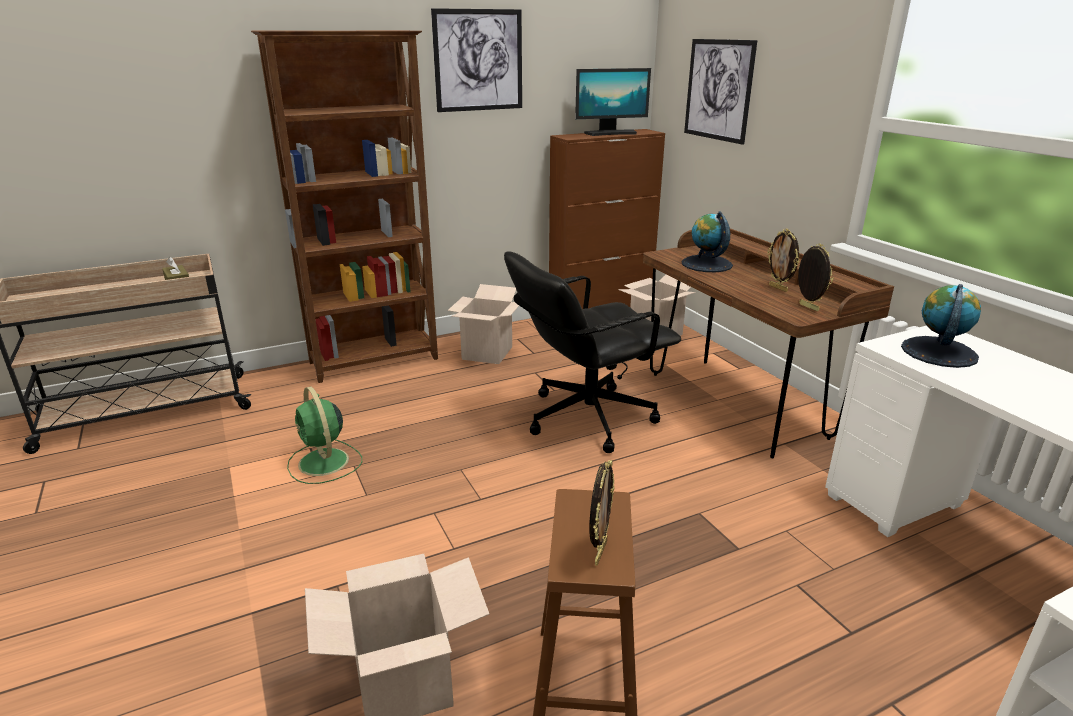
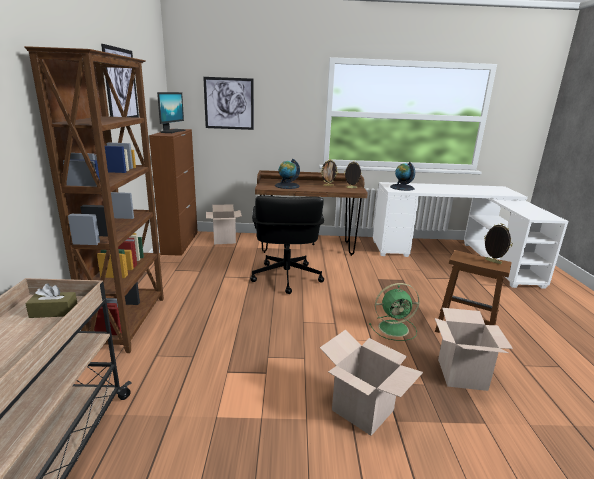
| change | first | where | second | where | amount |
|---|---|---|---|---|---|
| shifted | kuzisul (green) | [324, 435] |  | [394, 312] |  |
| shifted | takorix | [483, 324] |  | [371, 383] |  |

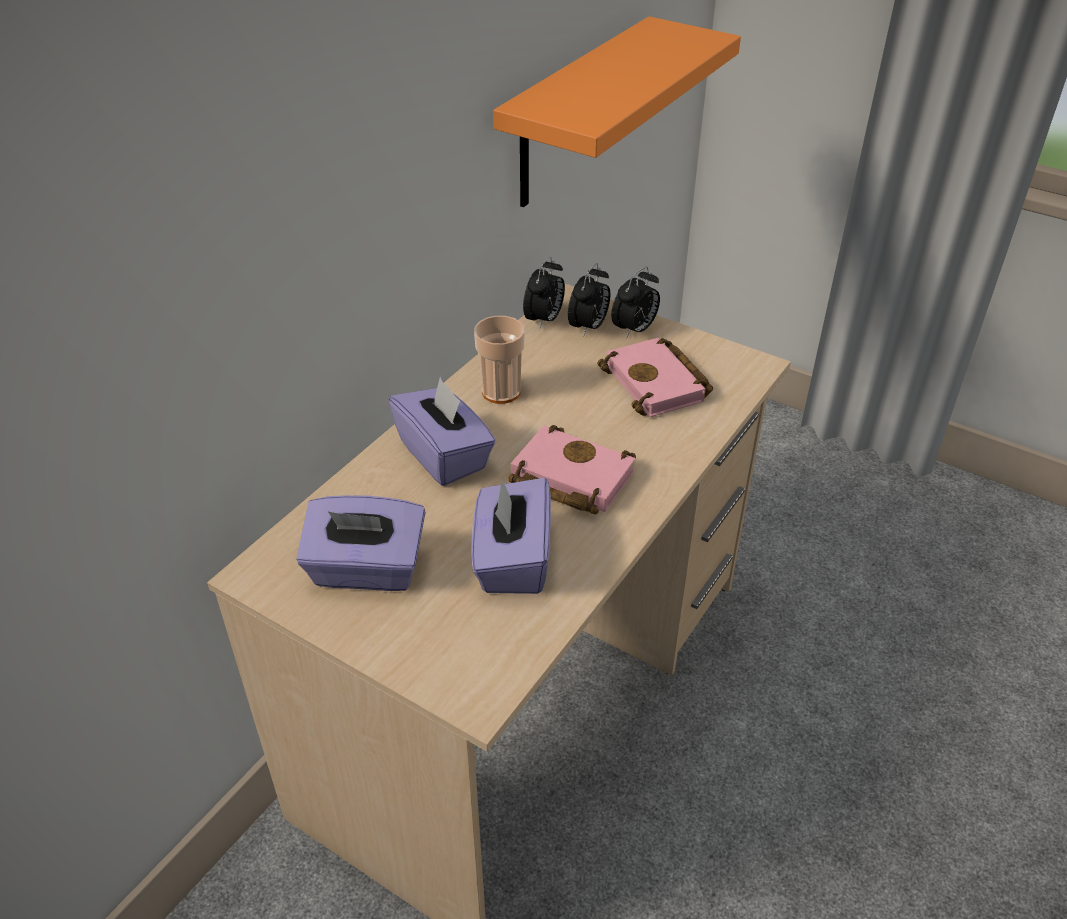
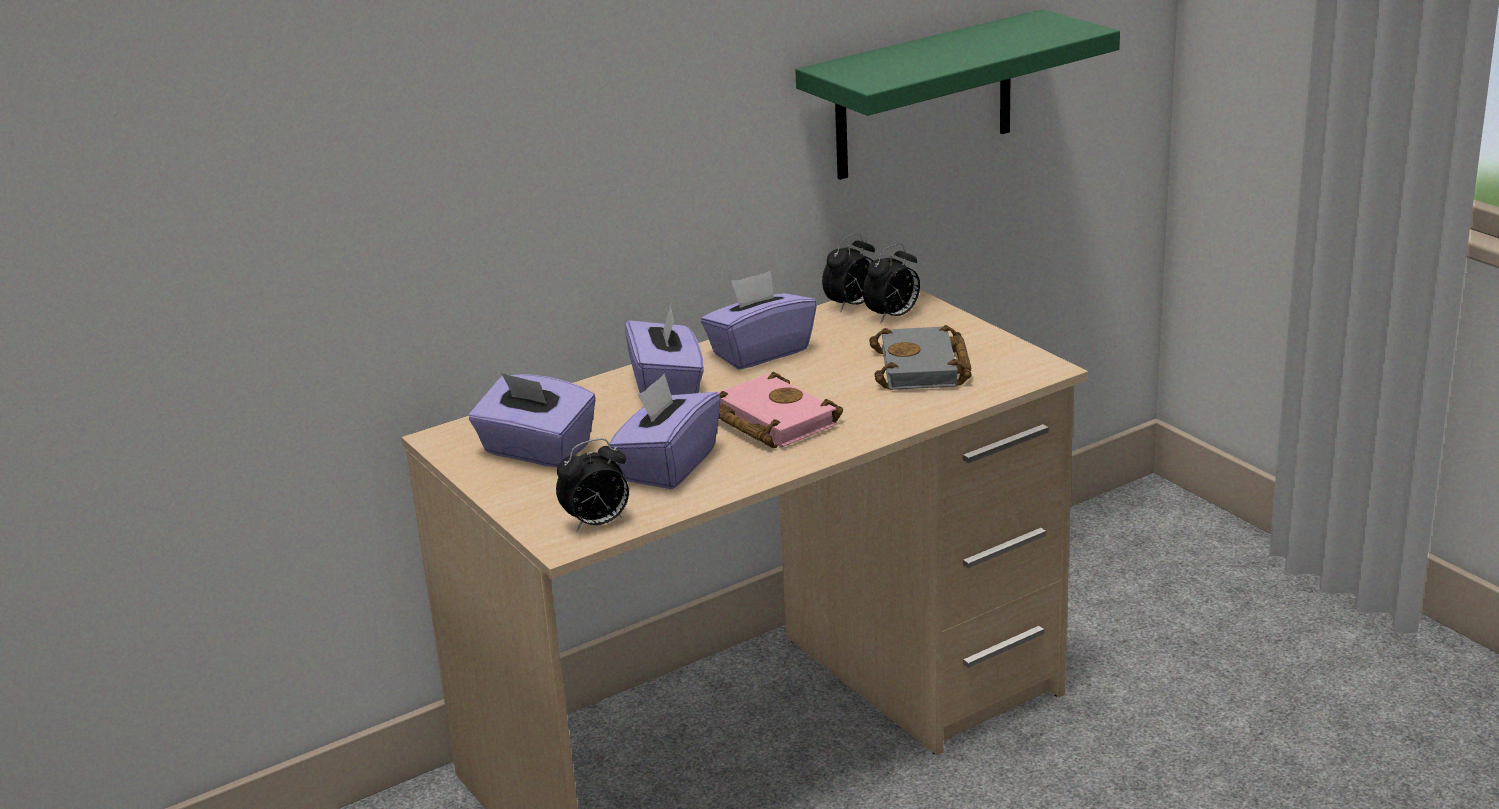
| change | first | where | second | where | amount |
|---|---|---|---|---|---|
| shifted | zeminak | [635, 303] |  | [592, 484] |  |
| swapped | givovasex | [499, 360] | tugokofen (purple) | [759, 320] |  |
| repainted | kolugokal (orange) | [617, 111] | kolugokal (green) | [957, 94] |  |
| repainted | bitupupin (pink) | [655, 377] | bitupupin (grey) | [920, 357] |  |

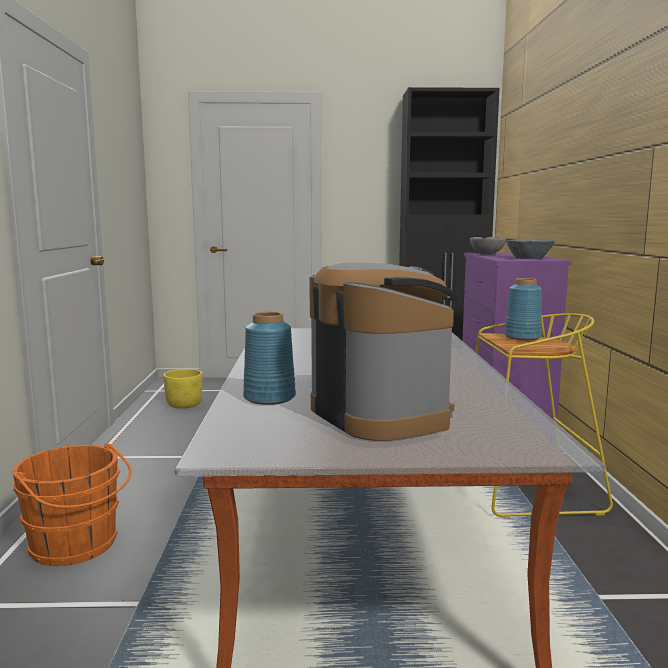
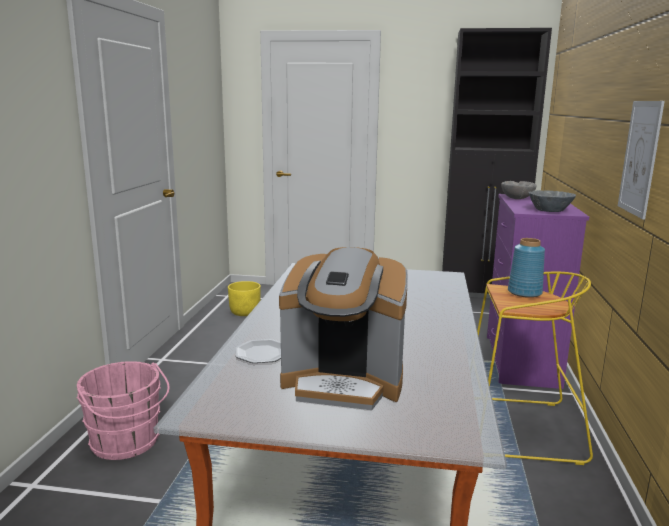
| change | first | where | second | where | amount |
|---|---|---|---|---|---|
| new |  |  | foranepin | [641, 160] |  |
| swapped | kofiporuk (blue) | [269, 358] | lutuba | [258, 351] |  |
| repainted | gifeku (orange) | [72, 504] | gifeku (pink) | [123, 410] |  |
| rotated | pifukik | [384, 352] |  | [343, 328] | 120 degrees clockwise |

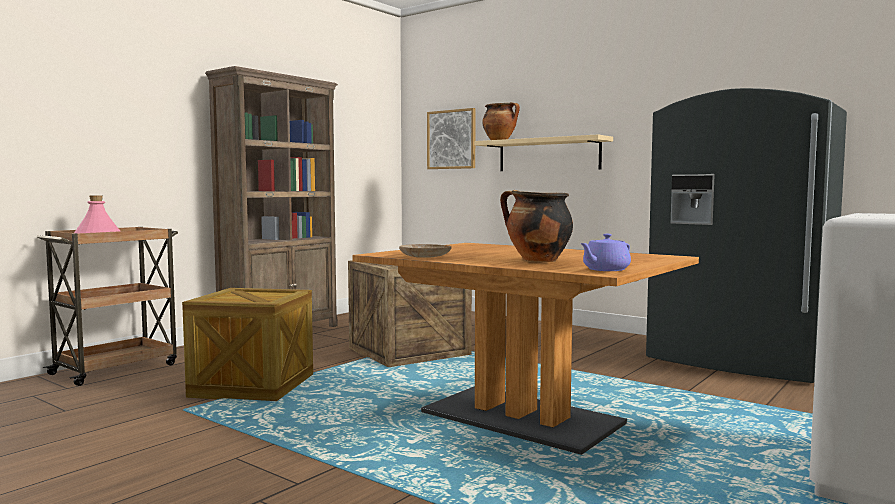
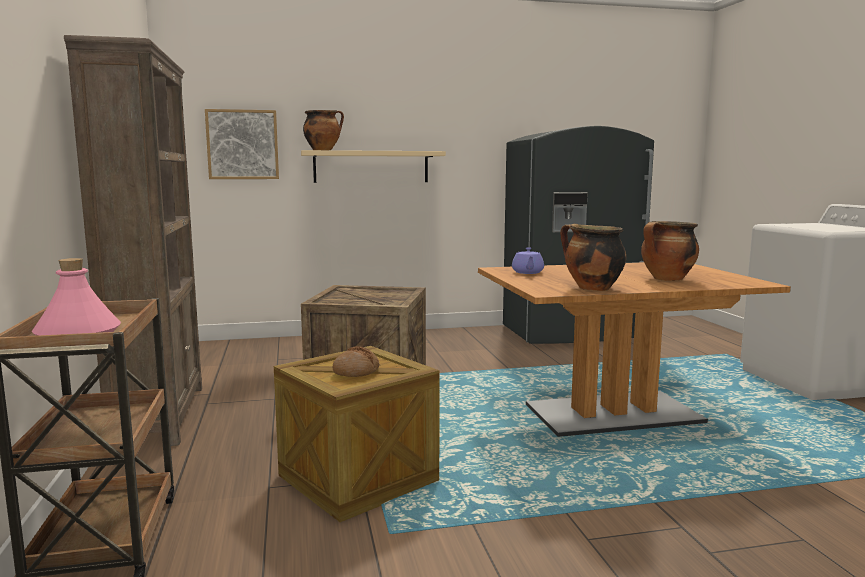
| change | first | where | second | where | amount |
|---|---|---|---|---|---|
| new |  |  | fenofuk | [356, 361] |  |
| shifted | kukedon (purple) | [605, 252] |  | [528, 260] |  |
| swapped | lutuba (beige) | [425, 251] | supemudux | [593, 257] |  |

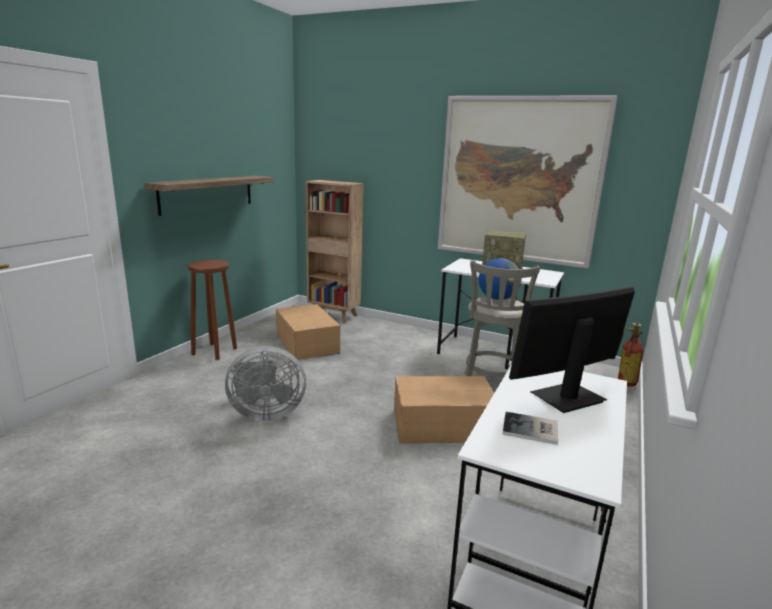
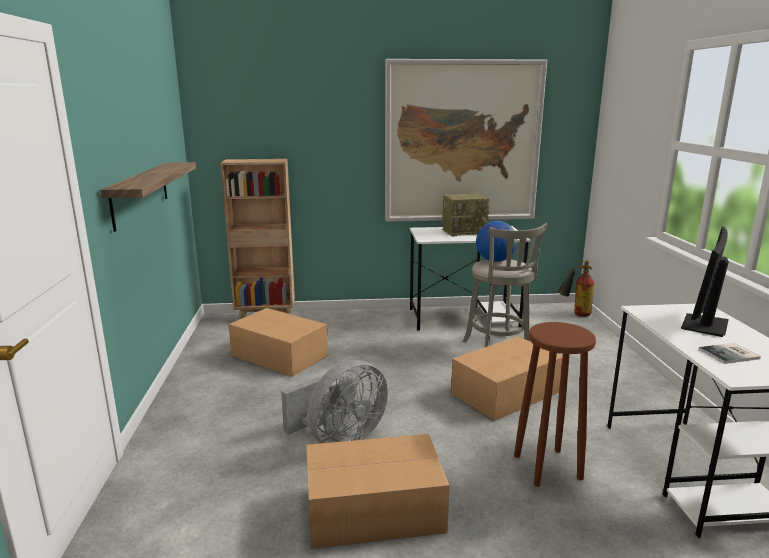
| change | first | where | second | where | amount |
|---|---|---|---|---|---|
| new |  |  | takorix | [378, 491] |  |
| shifted | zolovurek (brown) | [212, 310] |  | [555, 404] |  |

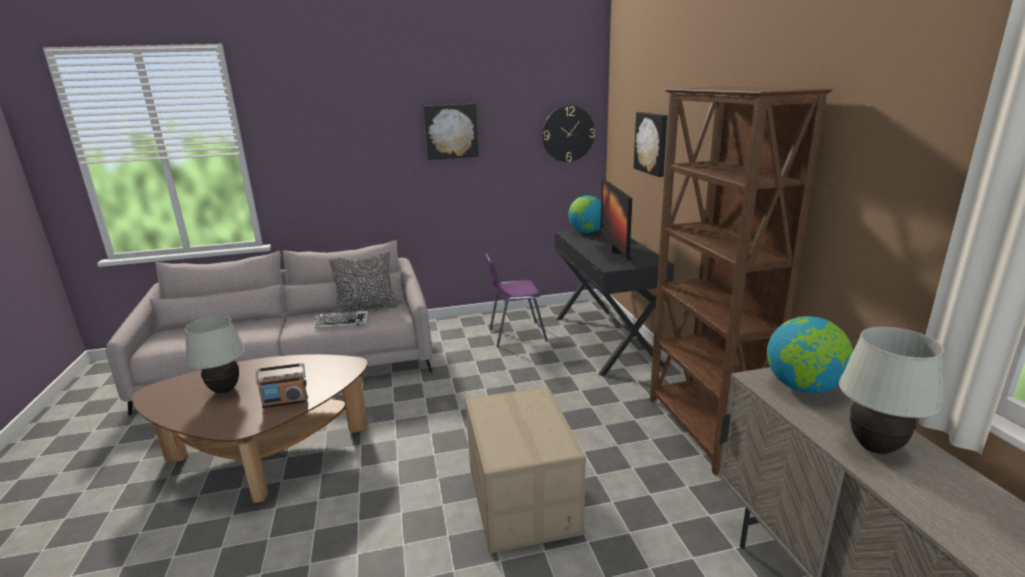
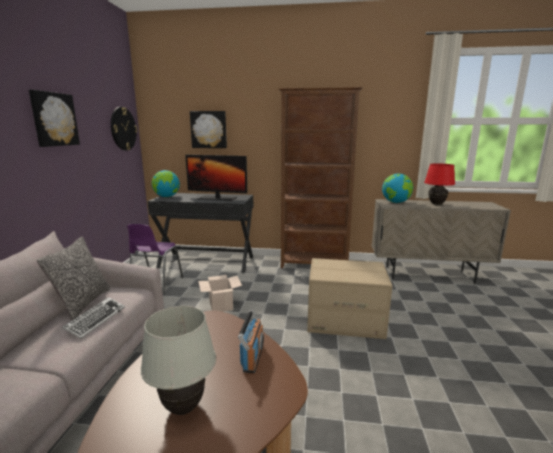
| change | first | where | second | where | amount |
|---|---|---|---|---|---|
| new |  |  | takorix | [220, 293] |  |
| repainted | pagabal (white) | [891, 390] | pagabal (red) | [439, 184] |  |

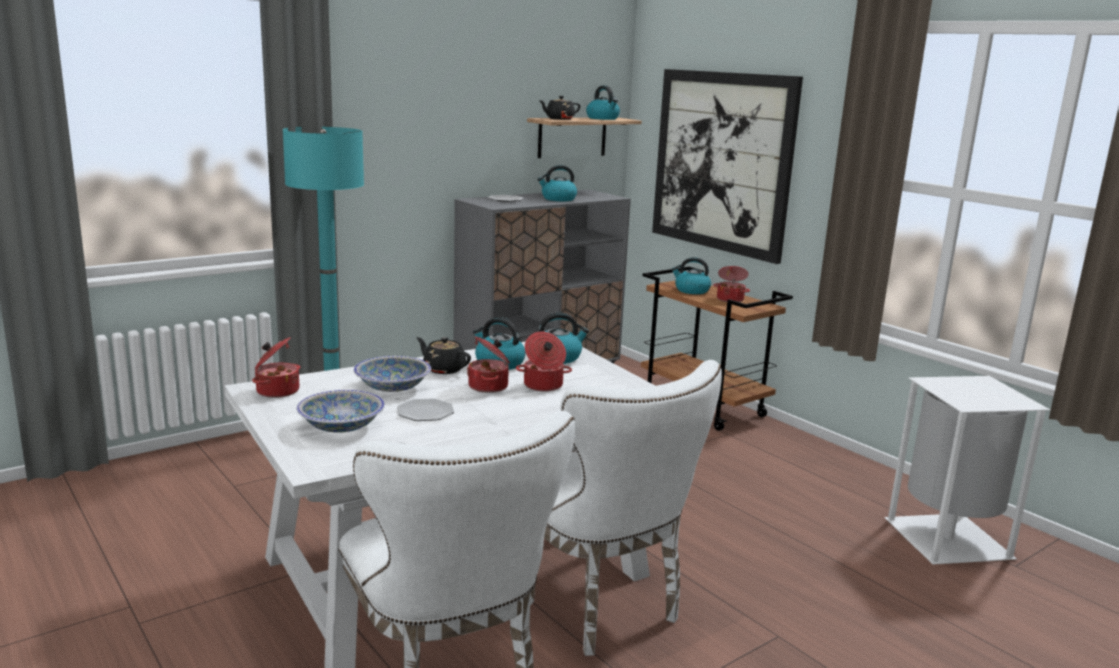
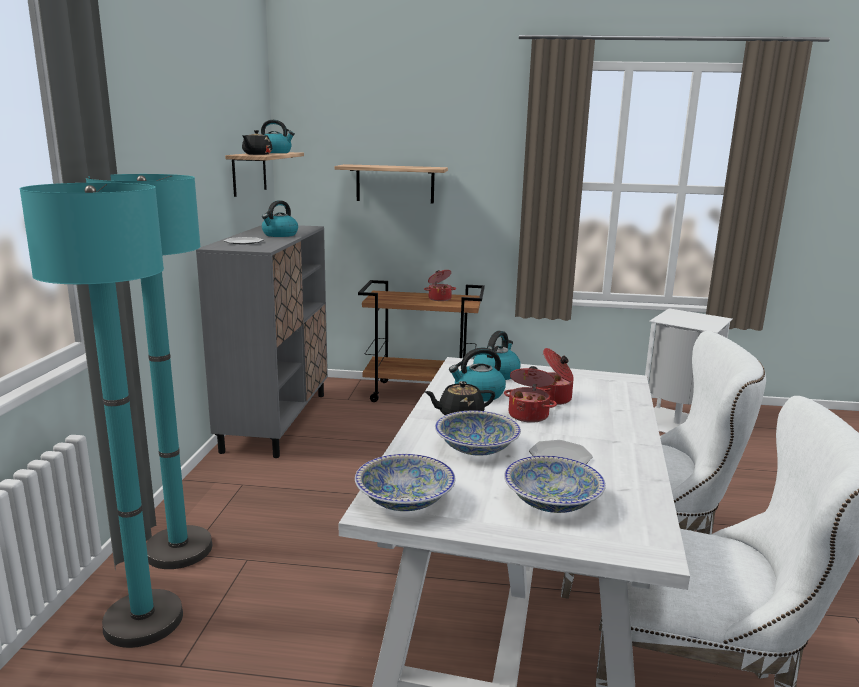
| change | first | where | second | where | amount |
|---|---|---|---|---|---|
| gone | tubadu | [691, 275] |  |  |  |
| new |  |  | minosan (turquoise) | [101, 415] |  |
| swapped | supemudux | [276, 367] | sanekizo | [405, 482] |  |
| swapped | foranepin | [727, 166] | kolugokal | [391, 184] |  |

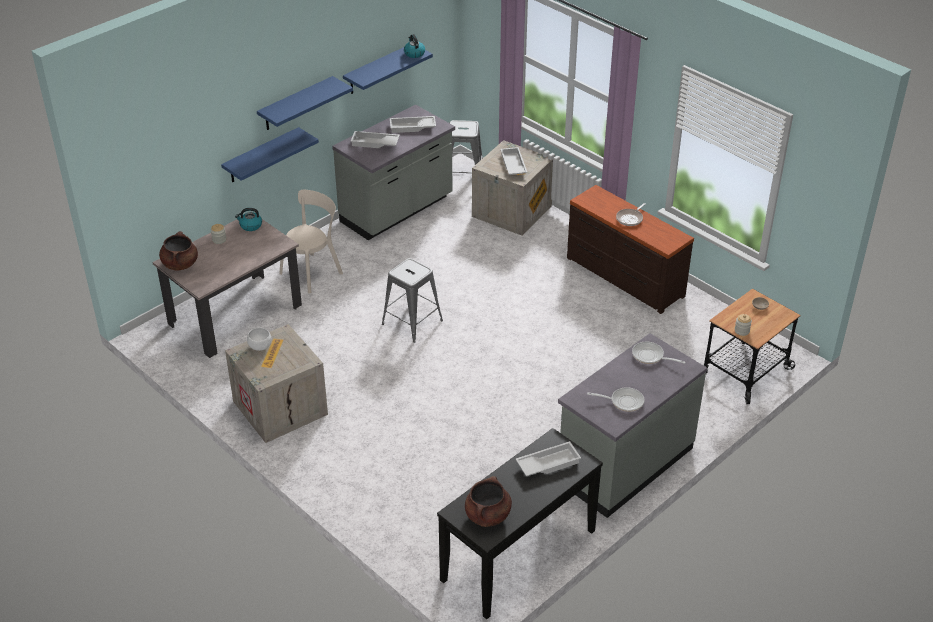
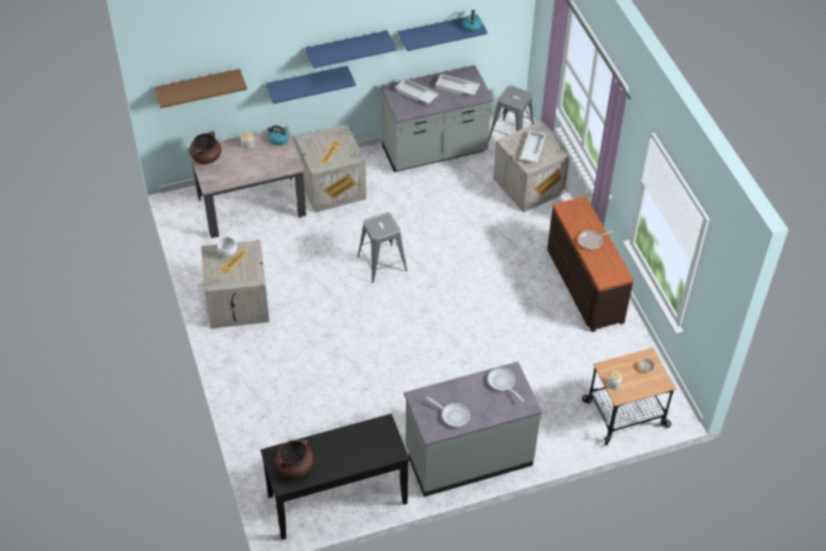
| change | first | where | second | where | amount |
|---|---|---|---|---|---|
| gone | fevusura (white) | [548, 458] |  |  |  |
| new |  |  | kolugokal (brown) | [200, 88] |  |
| swapped | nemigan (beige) | [311, 242] | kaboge | [331, 168] |  |

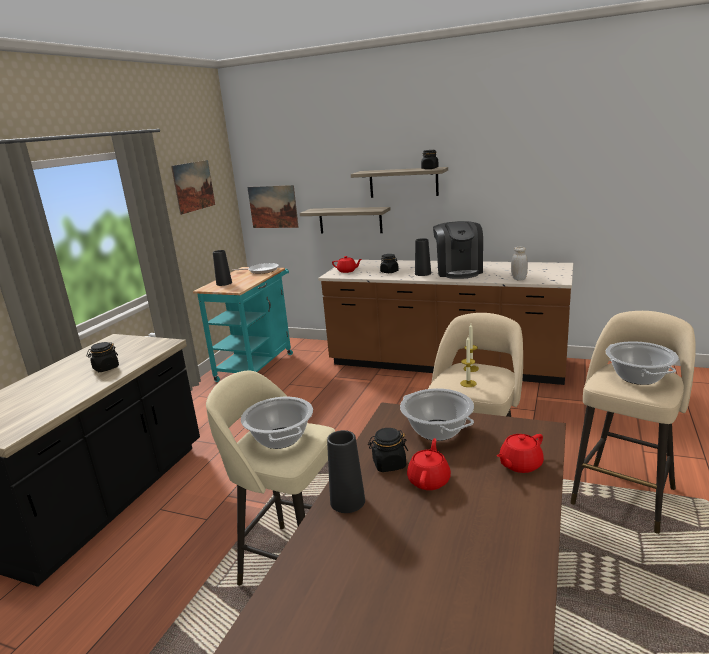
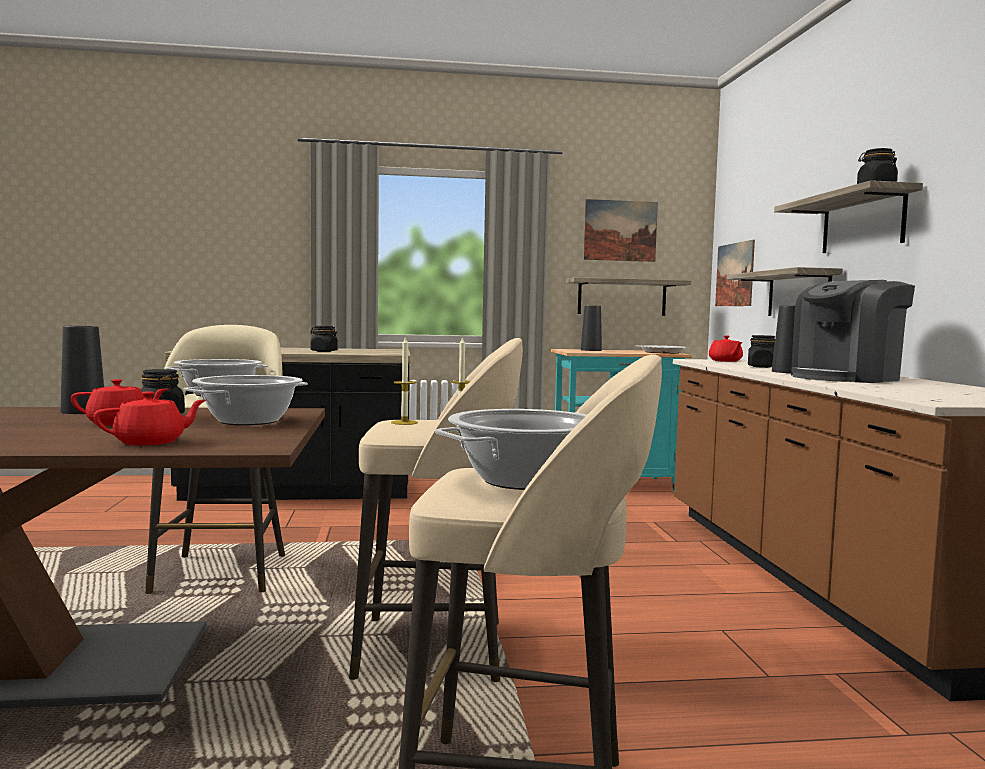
| change | first | where | second | where | amount |
|---|---|---|---|---|---|
| gone | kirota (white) | [519, 263] |  |  |  |
| new |  |  | kolugokal | [629, 296] |  |
| rotated | kukedon (red) | [520, 453] |  | [149, 418] | 120 degrees clockwise |

